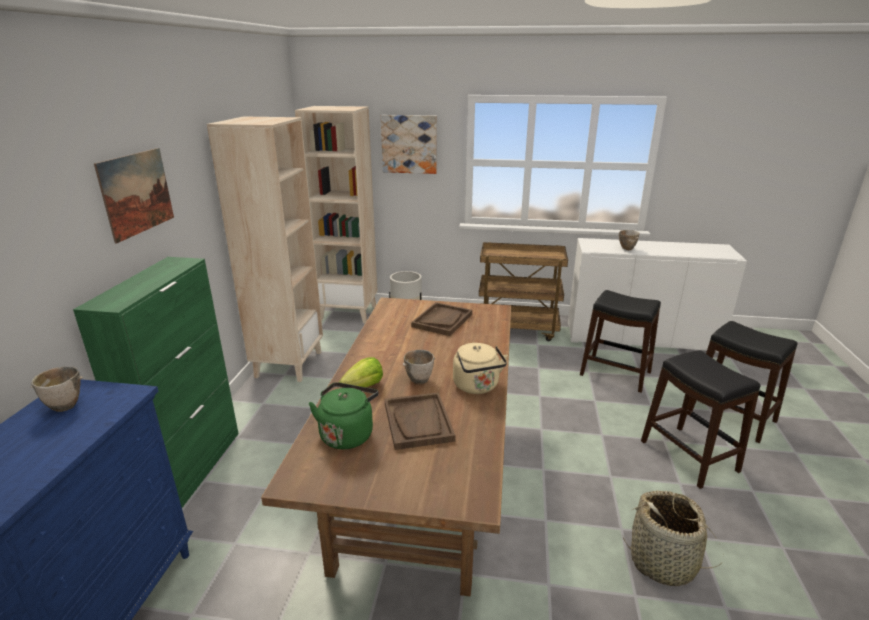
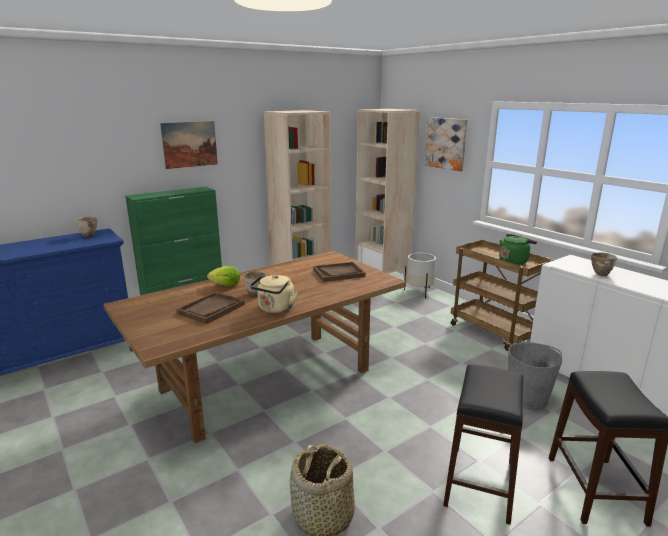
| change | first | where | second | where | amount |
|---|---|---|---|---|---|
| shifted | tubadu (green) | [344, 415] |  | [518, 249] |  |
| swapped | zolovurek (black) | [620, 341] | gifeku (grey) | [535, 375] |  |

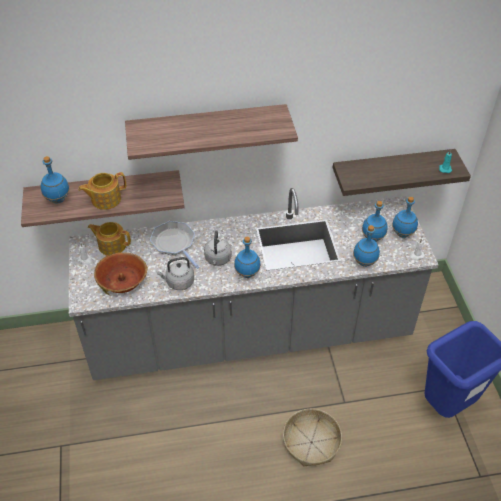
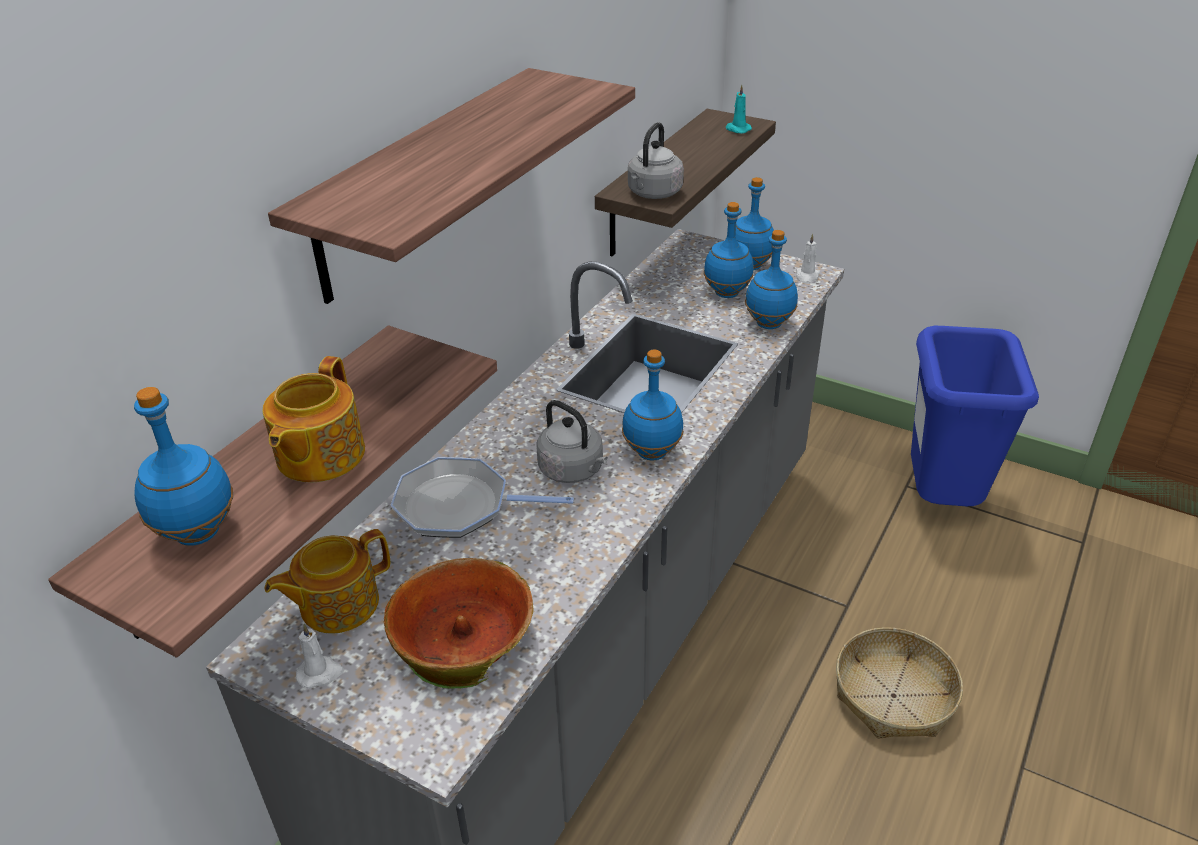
| change | first | where | second | where | amount |
|---|---|---|---|---|---|
| shifted | tubadu (grey) | [175, 273] |  | [656, 160] |  |

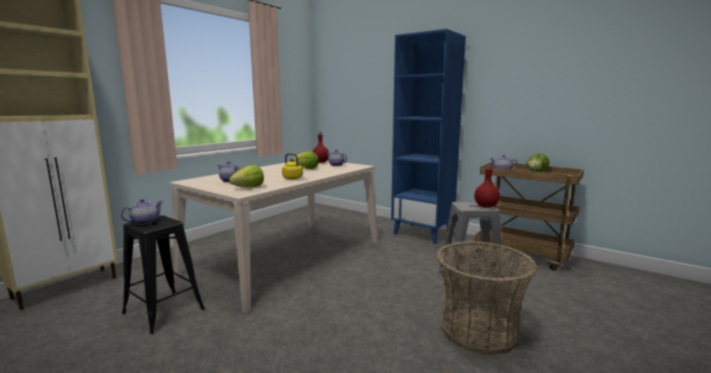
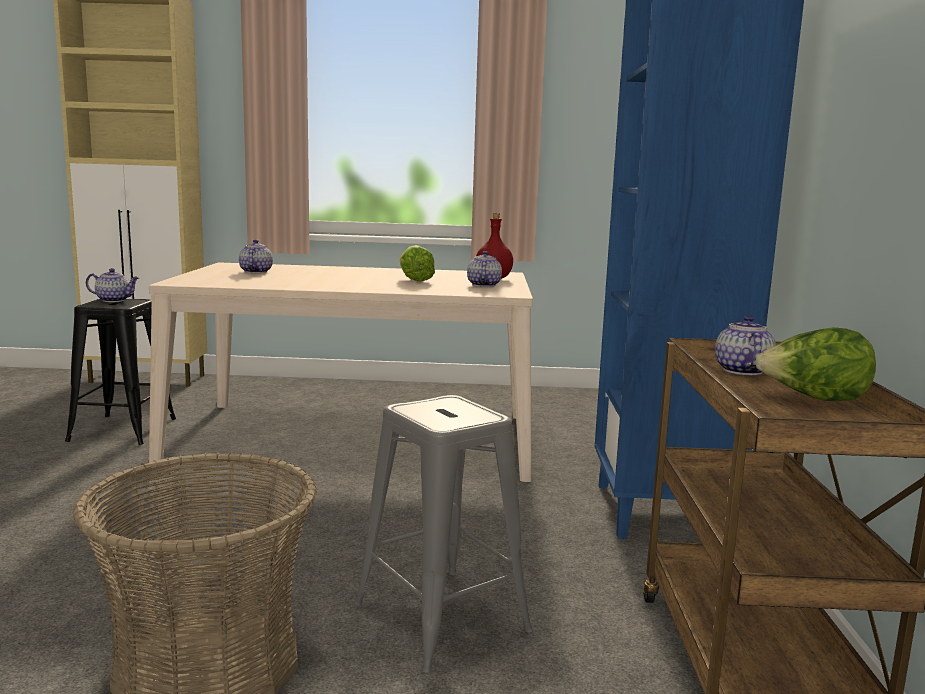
| change | first | where | second | where | amount |
|---|---|---|---|---|---|
| gone | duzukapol | [246, 176] |  |  |  |
| gone | tubadu (yellow) | [293, 166] |  |  |  |
| gone | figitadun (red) | [487, 186] |  |  |  |

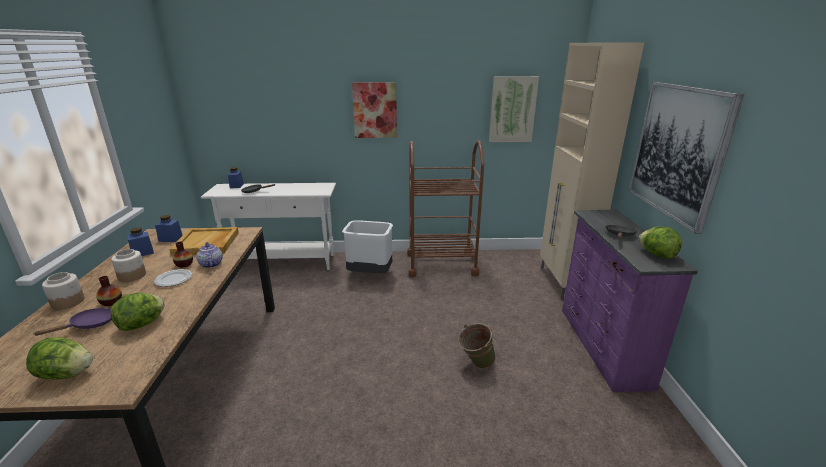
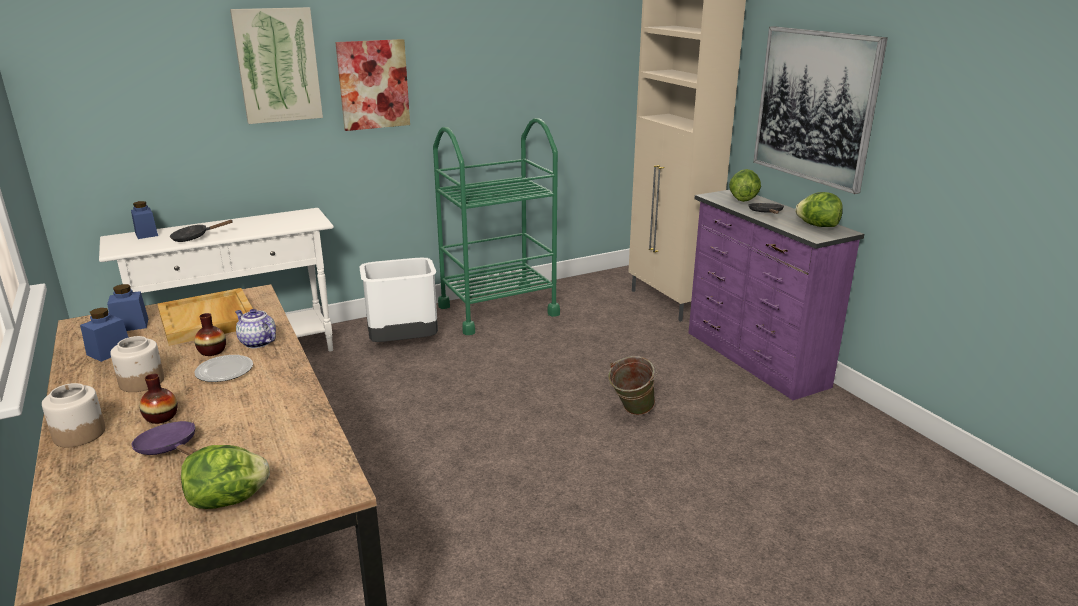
| change | first | where | second | where | amount |
|---|---|---|---|---|---|
| shifted | duzukapol | [137, 312] |  | [745, 185] |  |
| shifted | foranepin | [514, 109] |  | [276, 65] |  |
| repainted | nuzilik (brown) | [445, 209] | nuzilik (green) | [496, 226] |  |
| rotated | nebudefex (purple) | [72, 322] |  | [164, 438] | 60 degrees counterclockwise |

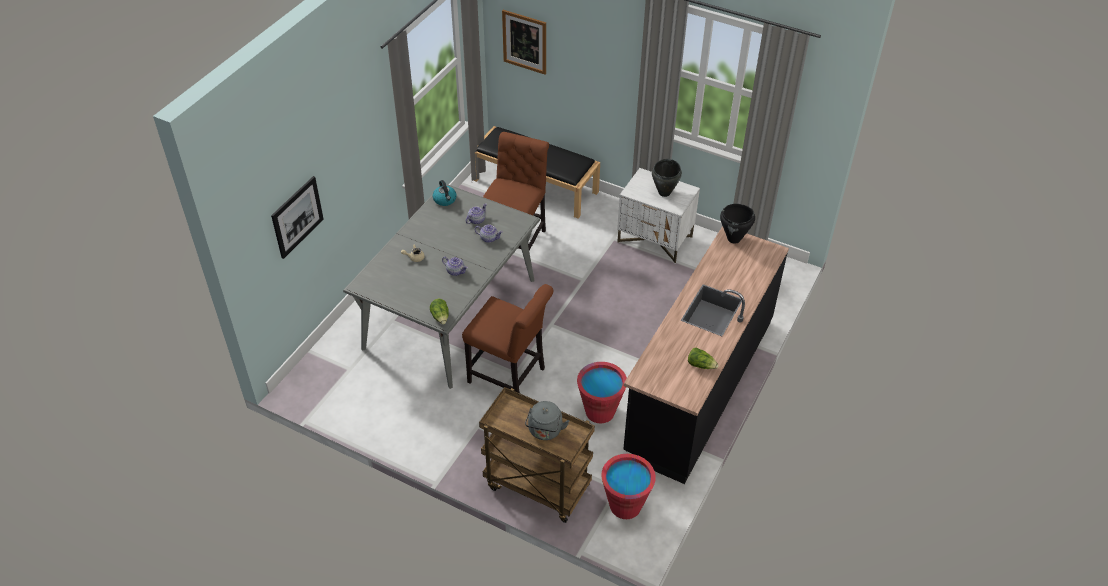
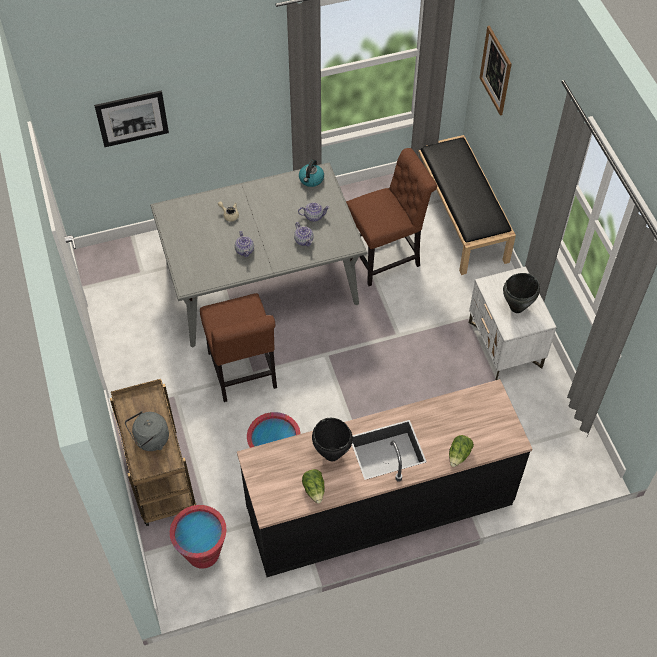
| change | first | where | second | where | amount |
|---|---|---|---|---|---|
| shifted | duzukapol | [439, 312] |  | [461, 451] |  |
| shifted | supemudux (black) | [737, 224] |  | [332, 439] |  |

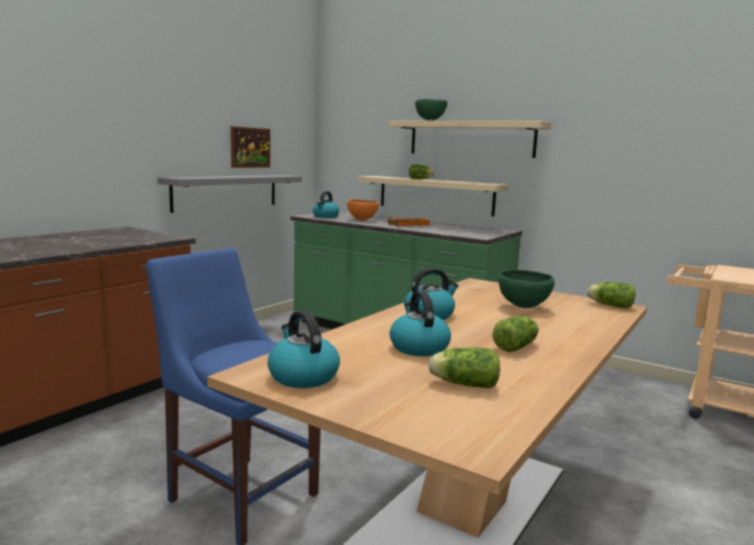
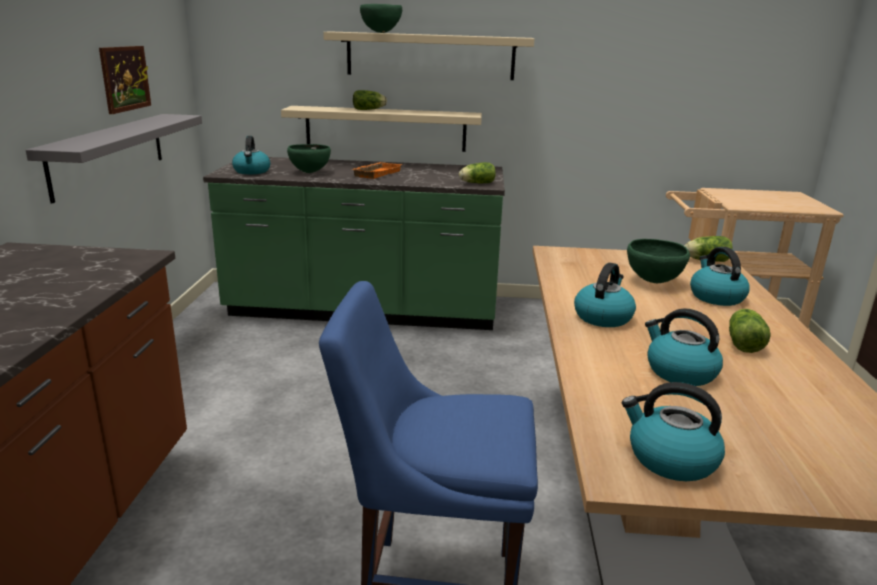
| change | first | where | second | where | amount |
|---|---|---|---|---|---|
| new |  |  | tubadu | [720, 276] |  |
| shifted | duzukapol | [464, 367] |  | [477, 172] |  |
| repainted | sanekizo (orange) | [363, 209] | sanekizo (green) | [309, 158] |  |

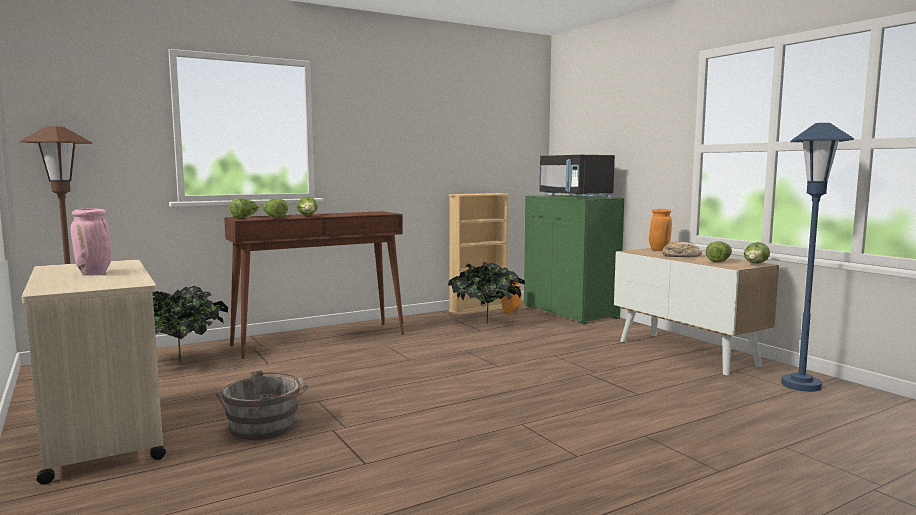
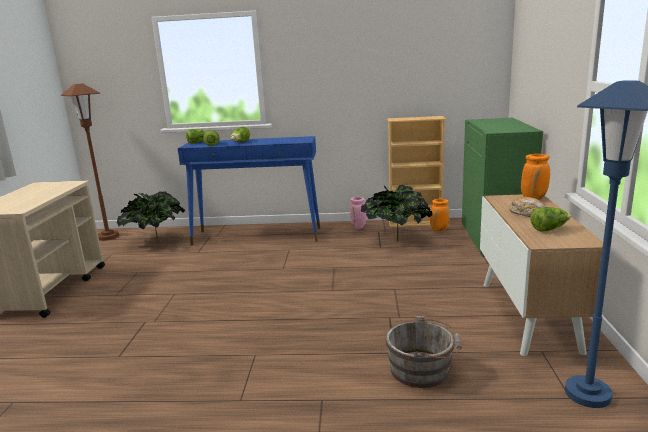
| change | first | where | second | where | amount |
|---|---|---|---|---|---|
| gone | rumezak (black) | [577, 177] |  |  |  |
| gone | duzukapol | [757, 253] |  |  |  |
| shifted | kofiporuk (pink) | [91, 241] |  | [358, 213] |  |
| shifted | gifeku (grey) | [265, 405] |  | [423, 352] |  |
| repainted | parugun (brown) | [314, 285] | parugun (blue) | [249, 191] |  |

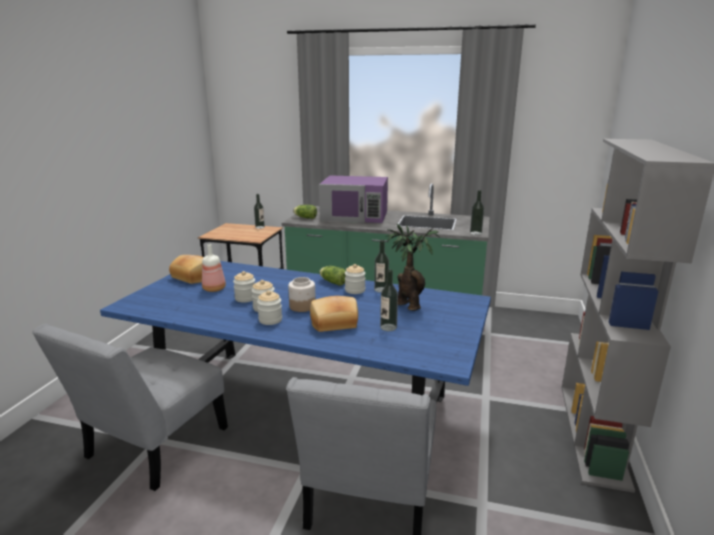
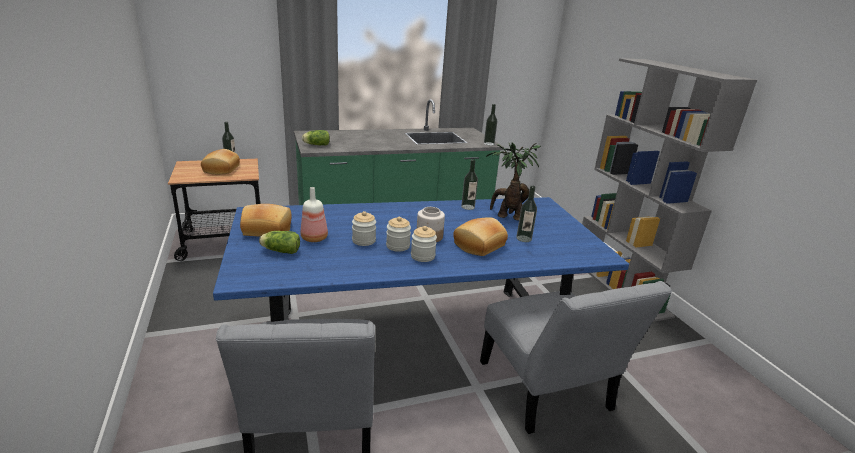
| change | first | where | second | where | amount |
|---|---|---|---|---|---|
| gone | rumezak (purple) | [353, 199] |  |  |  |
| gone | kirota | [355, 279] |  |  |  |
| new |  |  | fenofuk | [220, 162] |  |
| shifted | duzukapol | [332, 276] |  | [279, 242] |  |

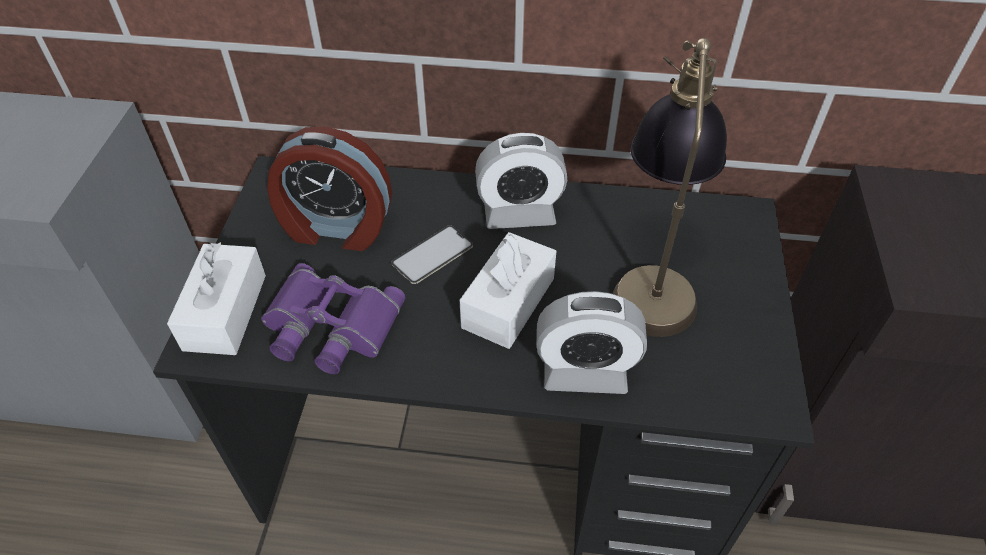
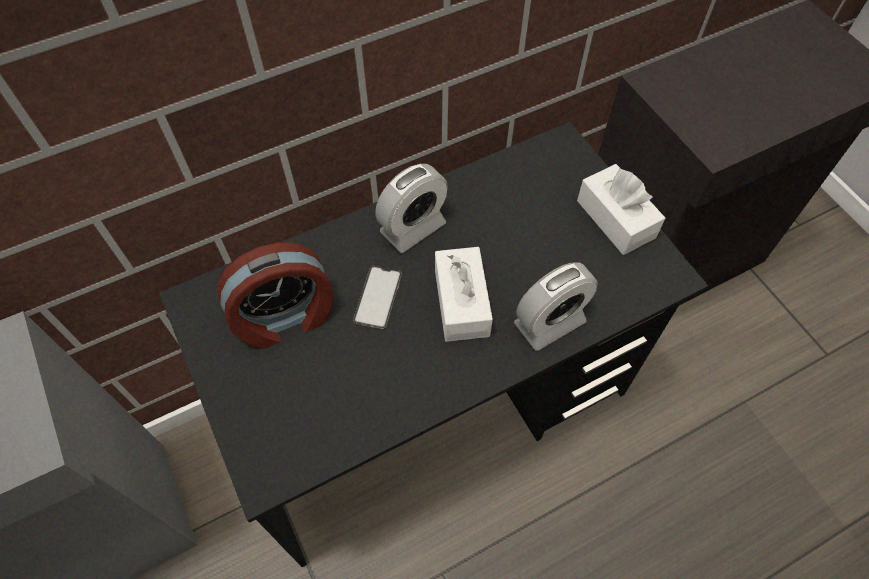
| change | first | where | second | where | amount |
|---|---|---|---|---|---|
| gone | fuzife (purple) | [333, 318] |  |  |  |
| gone | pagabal | [670, 187] |  |  |  |
| shifted | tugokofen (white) | [216, 298] |  | [621, 209] |  |

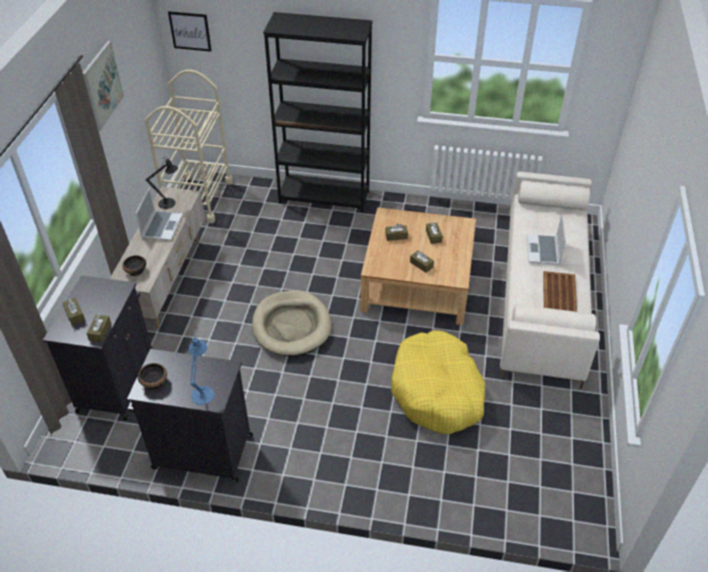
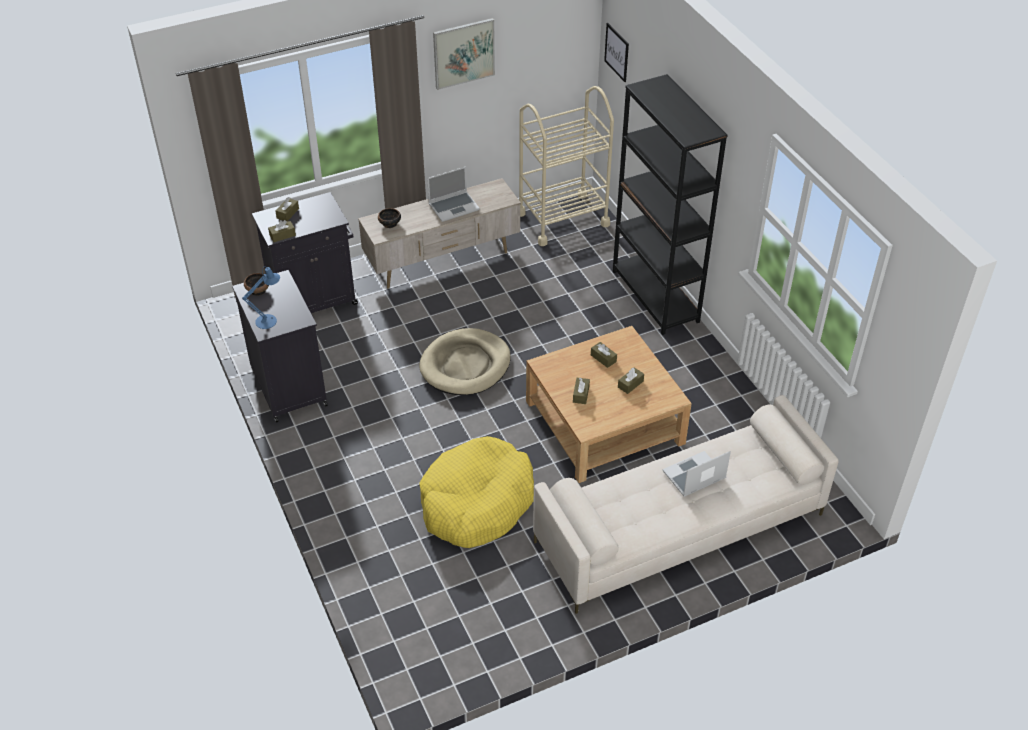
| change | first | where | second | where | amount |
|---|---|---|---|---|---|
| gone | pagabal (black) | [162, 183] |  |  |  |
| gone | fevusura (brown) | [560, 291] |  |  |  |

